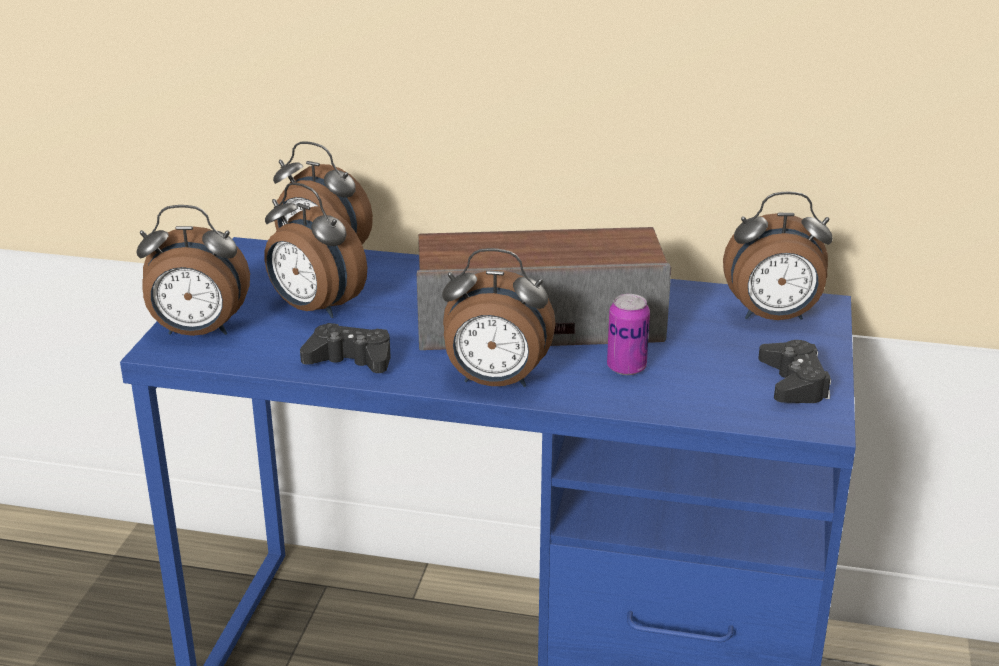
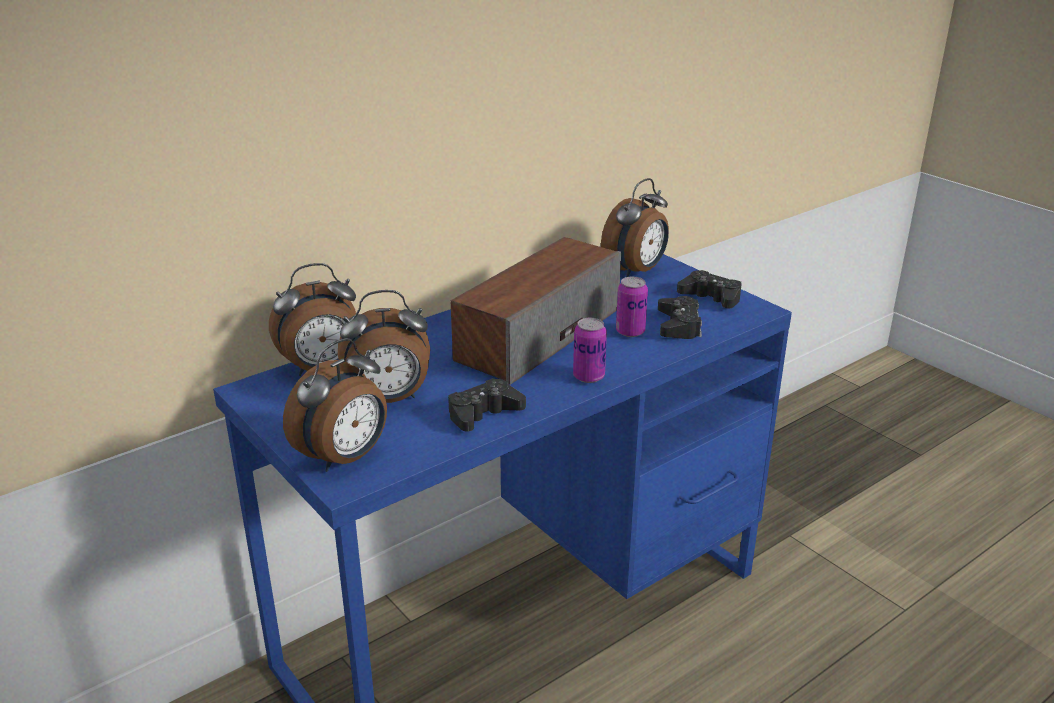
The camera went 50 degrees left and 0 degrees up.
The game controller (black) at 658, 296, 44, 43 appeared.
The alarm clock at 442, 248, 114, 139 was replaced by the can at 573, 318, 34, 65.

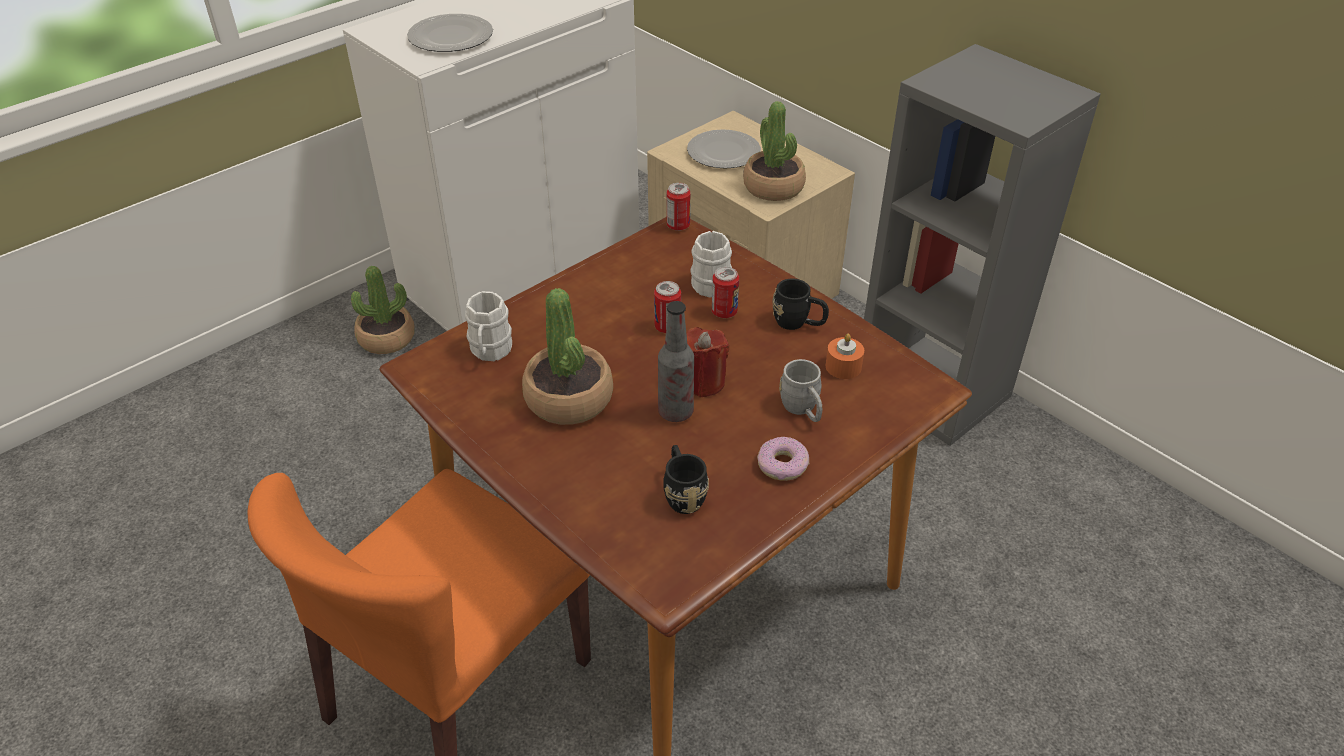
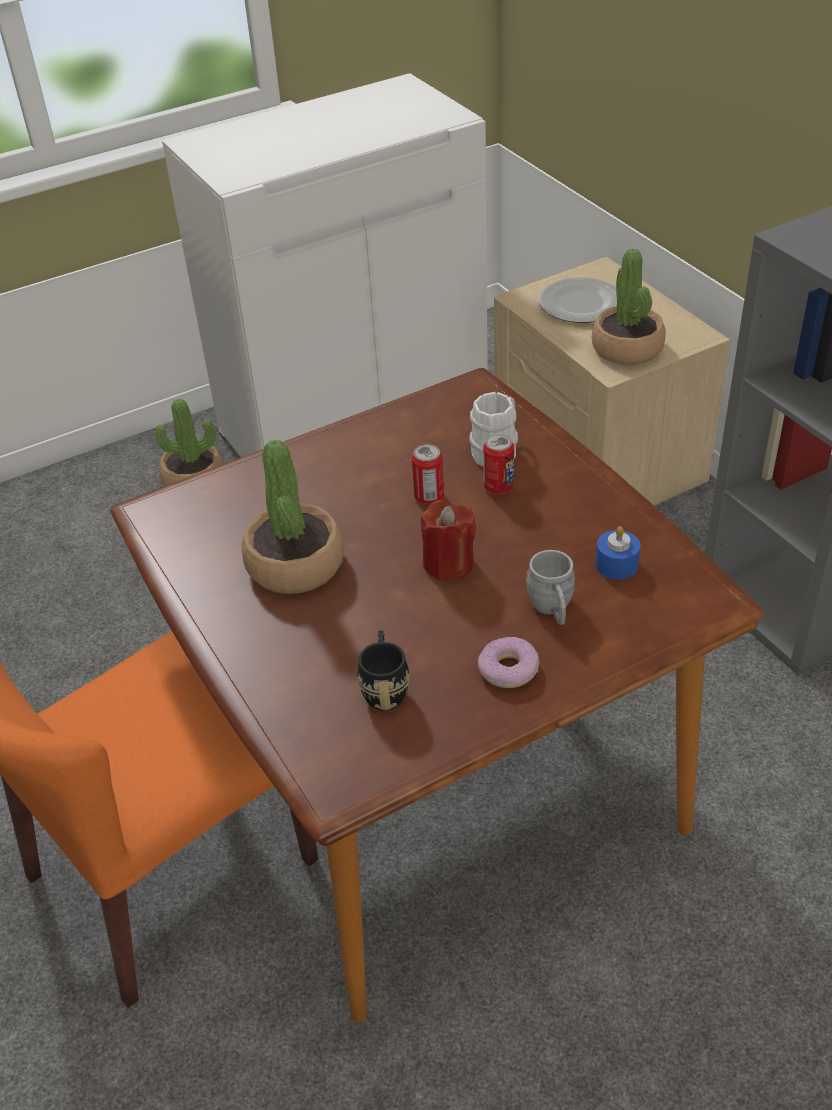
The camera went 15 degrees right and 0 degrees up.
The plate at 407, 14, 86, 38 disappeared.
The mug (white) at 465, 291, 47, 70 disappeared.
The bottle at 658, 301, 36, 121 disappeared.
The can at 667, 183, 24, 48 disappeared.
The mug (black) at 773, 279, 56, 51 disappeared.
The candle (orange) at 825, 334, 39, 45 became the candle (blue) at 595, 526, 45, 54.

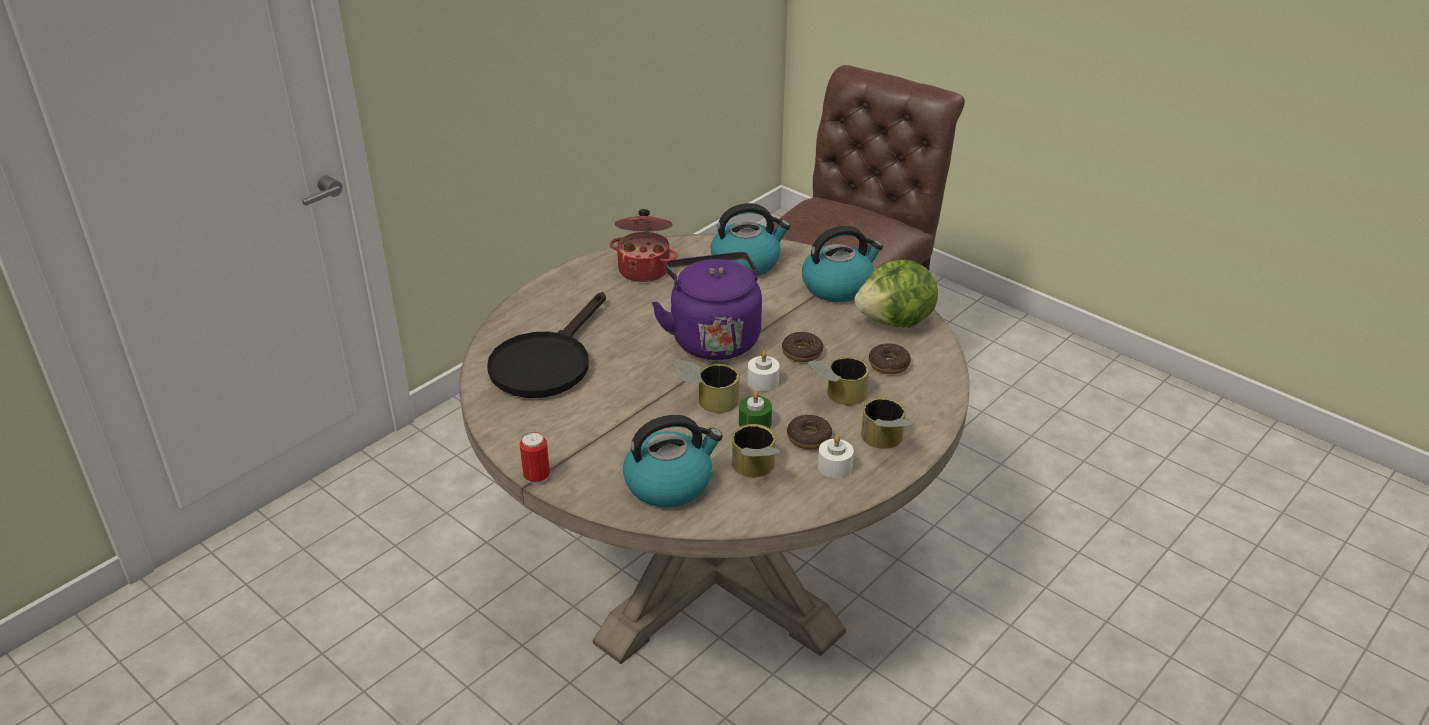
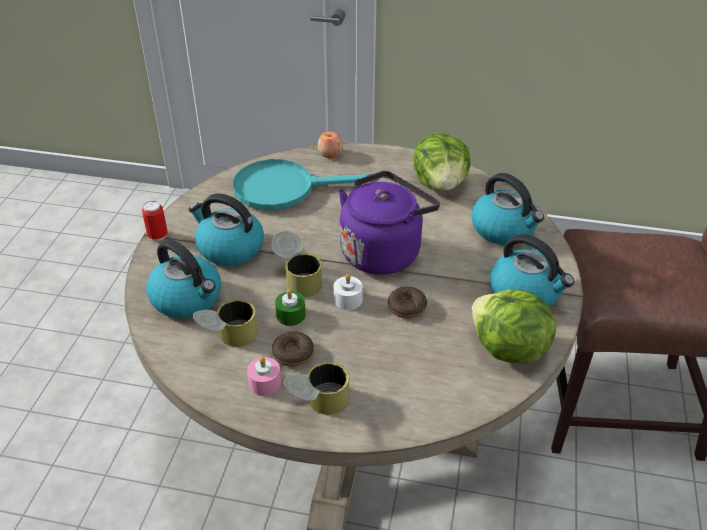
The camera went 60 degrees right and 5 degrees up.
The can at 808, 357, 62, 48 disappeared.
The donut at 869, 343, 42, 31 disappeared.
The kettle at 188, 193, 76, 73 appeared.
The apple at 318, 131, 25, 27 appeared.
The cooking pot at 610, 209, 68, 73 was replaced by the lettuce at 413, 133, 58, 58.
The frying pan (black) at 487, 292, 119, 106 became the frying pan (turquoise) at 232, 159, 147, 52.
The candle (white) at 818, 435, 36, 44 became the candle (pink) at 247, 357, 34, 39.

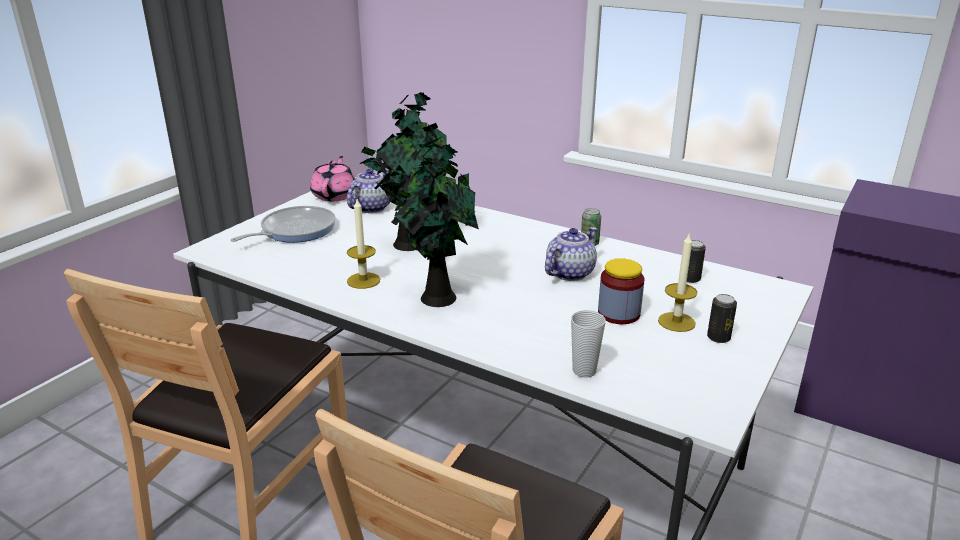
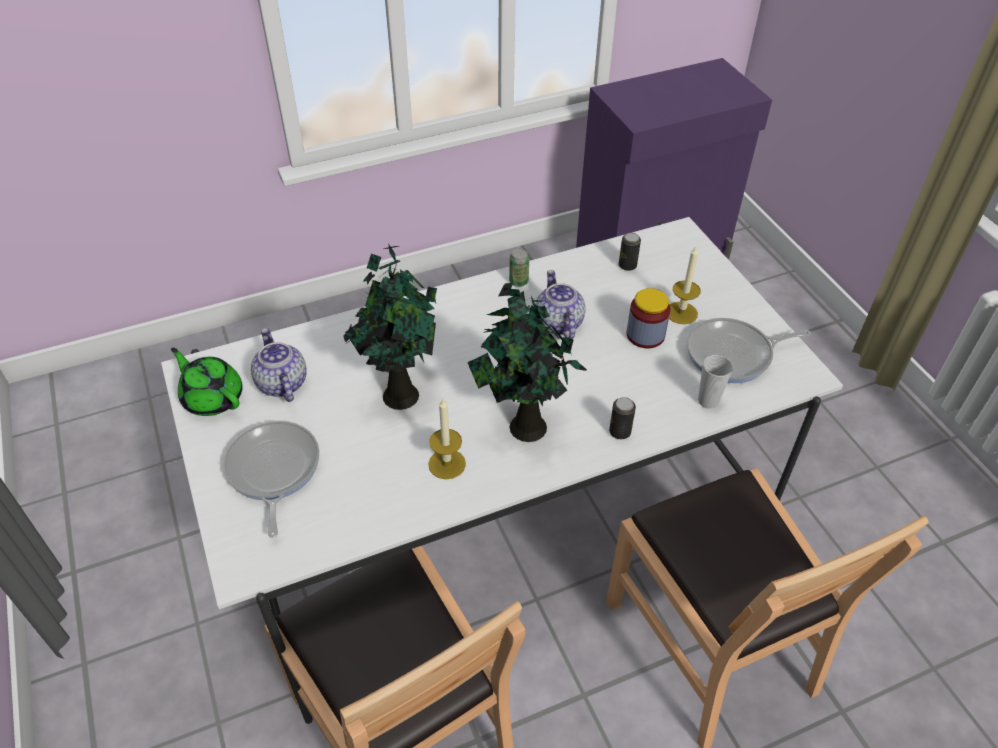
The camera went 55 degrees left and 20 degrees up.
The frying pan at 687, 318, 124, 65 appeared.
The can moved from 707, 294, 30, 49 to 609, 397, 27, 42.
The teapot (pink) at 310, 156, 45, 45 became the teapot (green) at 171, 348, 72, 68.

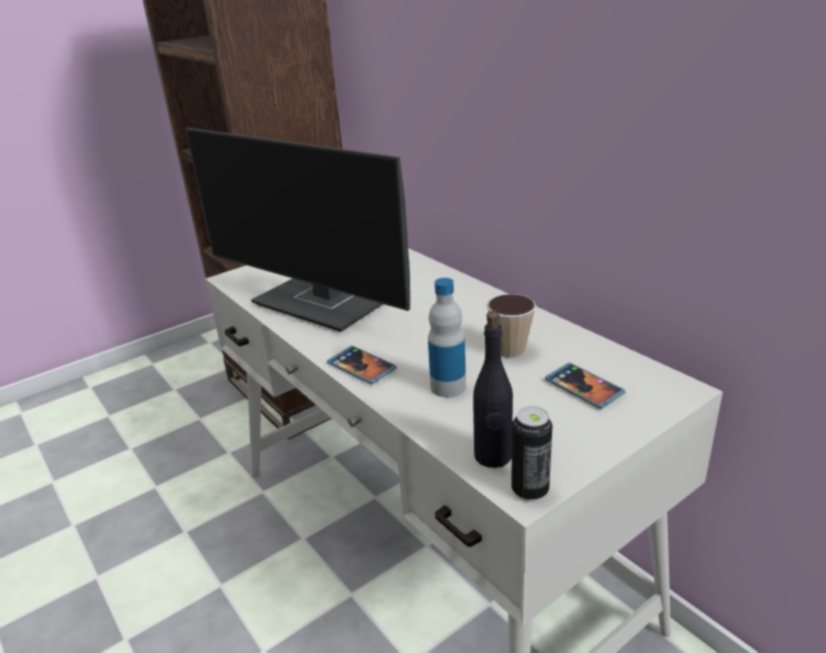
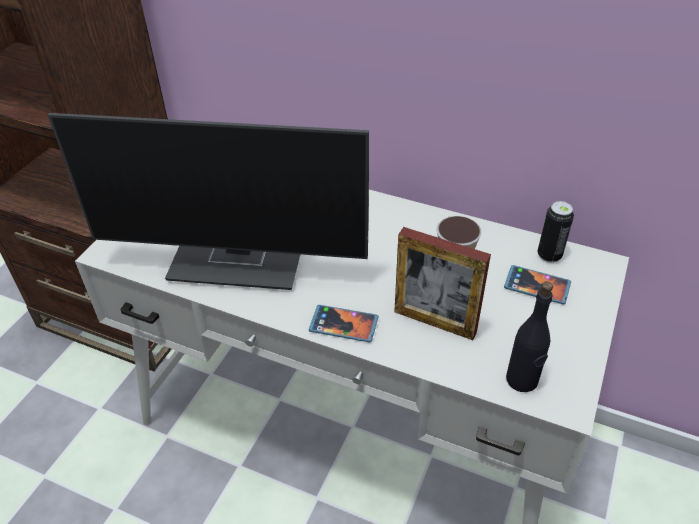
The camera went 30 degrees left and 15 degrees up.
The can moved from 511, 406, 41, 95 to 538, 201, 36, 62.
The bottle at 428, 278, 38, 119 was replaced by the picture frame at 394, 227, 97, 113.

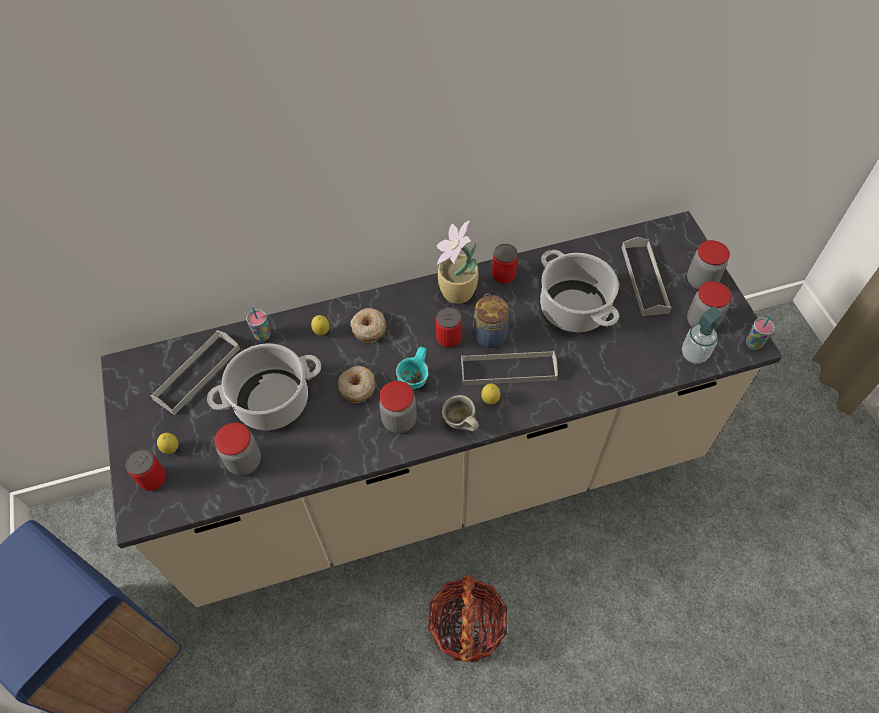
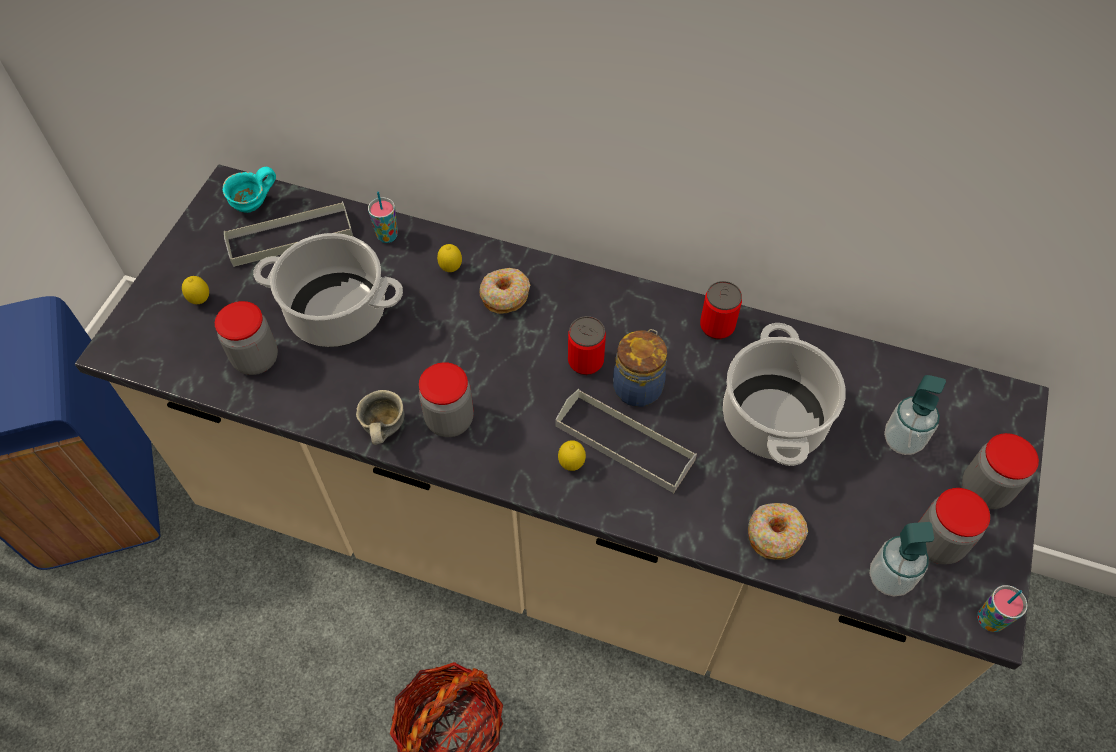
The camera went 35 degrees right and 0 degrees up.
The can at 125, 449, 41, 42 disappeared.
The potted plant at 437, 220, 41, 84 disappeared.
The donut moved from 338, 366, 37, 37 to 748, 503, 60, 57.
The mug (turquoise) moved from 396, 347, 33, 43 to 223, 167, 53, 46.
The mug (grey) moved from 442, 395, 37, 36 to 356, 390, 48, 55.
The tray (grey) at 622, 237, 49, 79 was replaced by the soap dispenser at 884, 375, 62, 80.

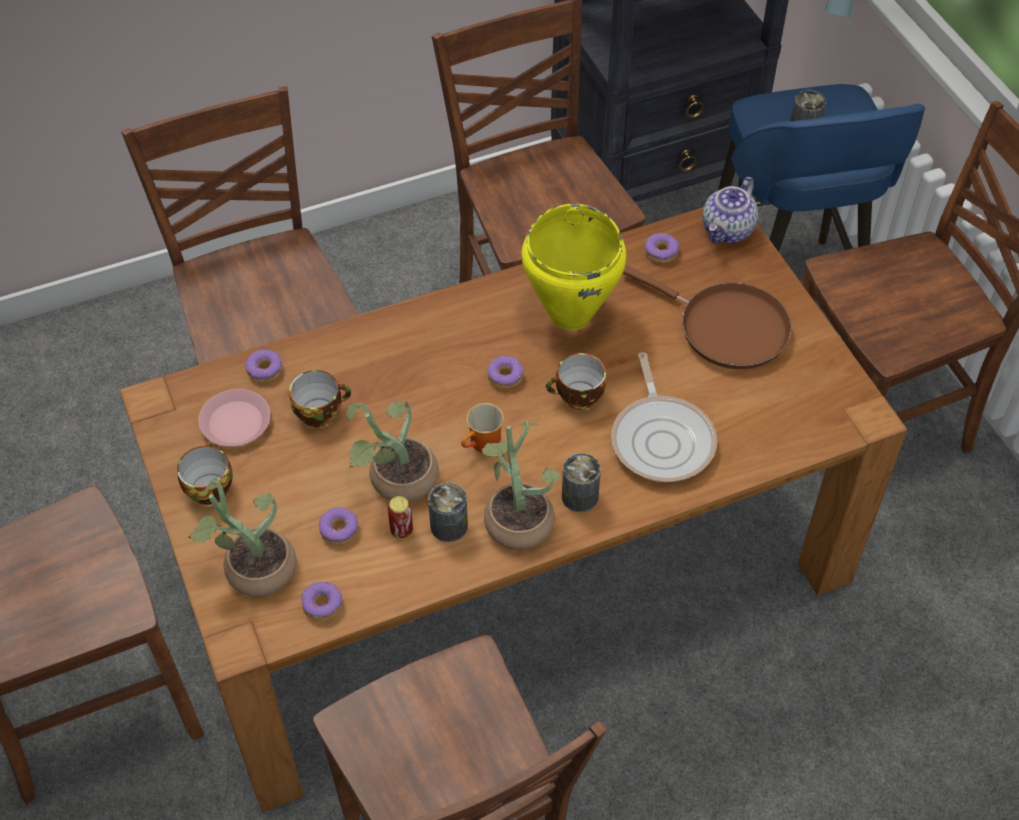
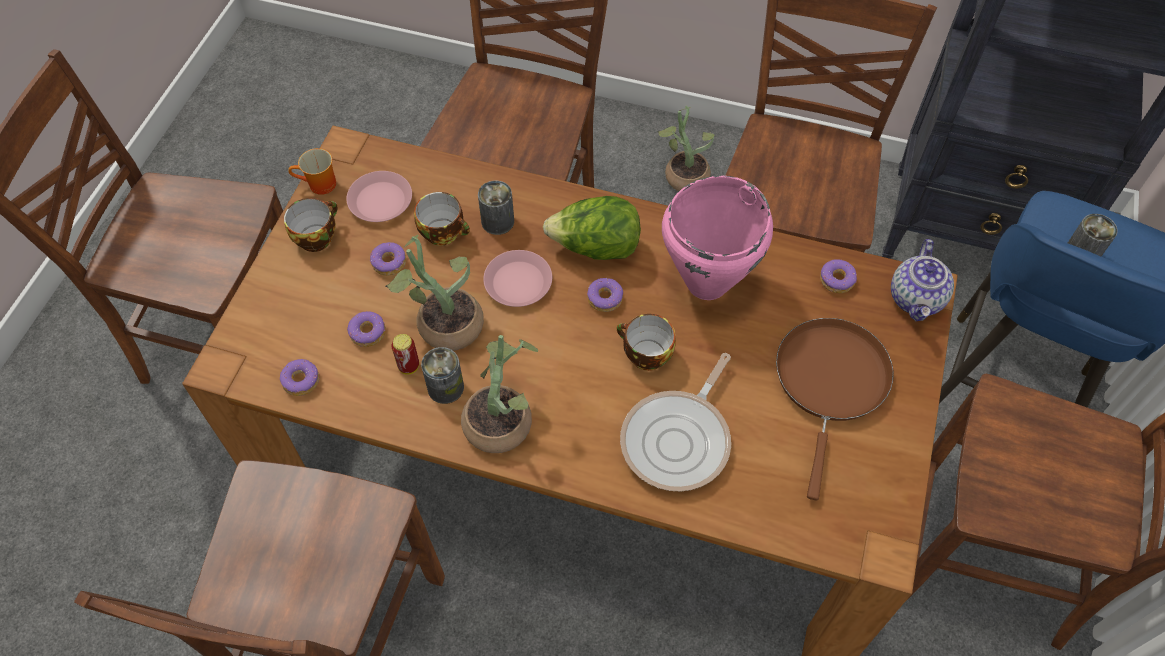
The camera went 40 degrees right and 5 degrees up.
The plate (pink) at 483, 250, 69, 57 appeared.
The lettuce at 543, 196, 98, 64 appeared.
The potted plant moved from 188, 477, 109, 120 to 657, 105, 57, 86.
The donut moved from 245, 349, 38, 34 to 370, 242, 36, 34.
The mug moved from 461, 403, 43, 50 to 288, 148, 48, 47.
The can moved from 562, 453, 39, 59 to 478, 181, 36, 54.
The cooking pot (yellow) at 522, 204, 104, 126 became the cooking pot (pink) at 662, 176, 111, 124.
The frying pan (brown) at 623, 265, 169, 104 turned 150 degrees counterclockwise.
The teapot at 703, 177, 55, 66 turned 60 degrees counterclockwise.

